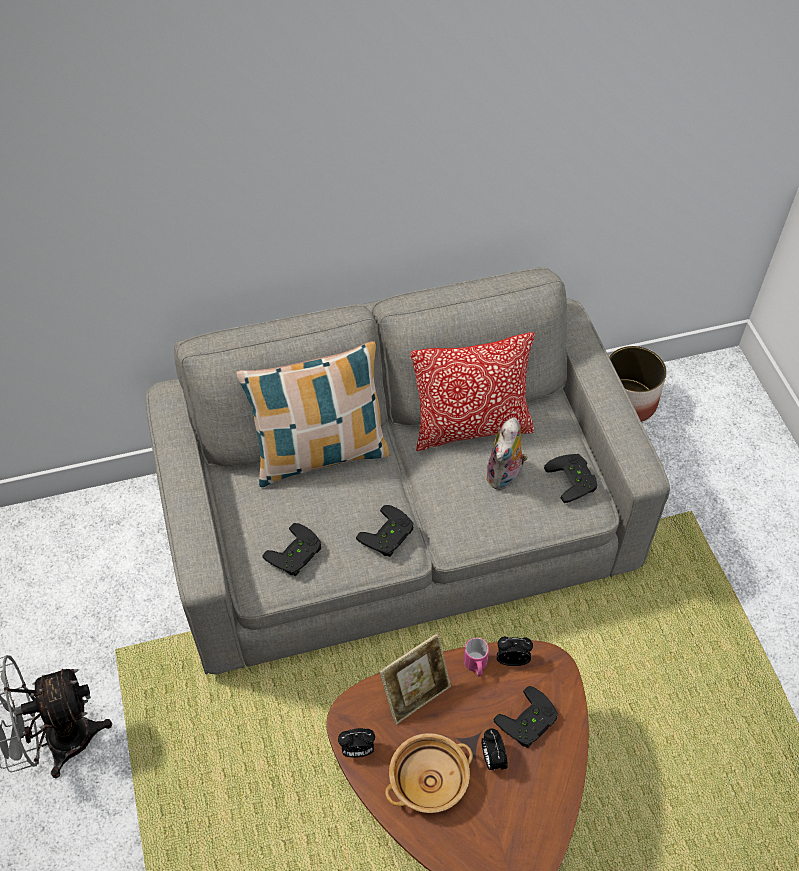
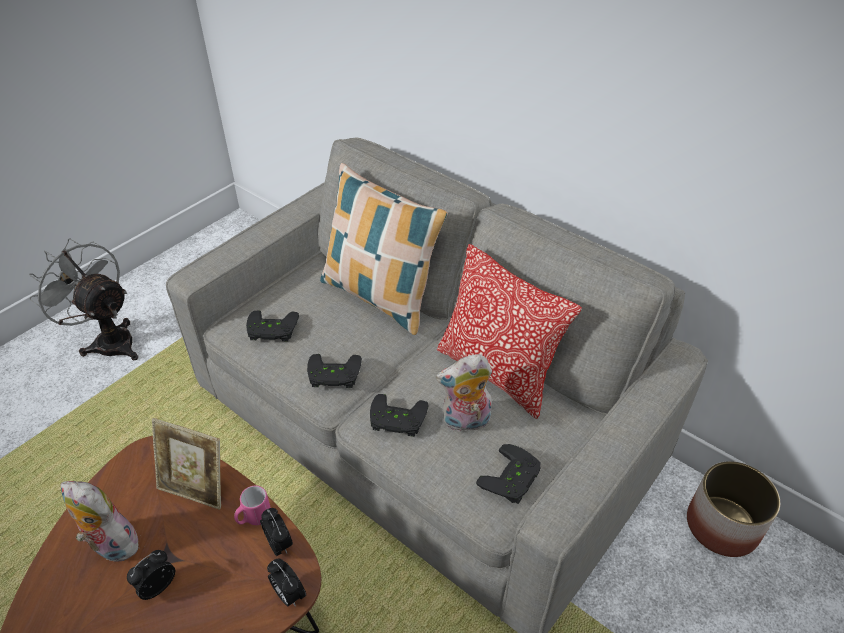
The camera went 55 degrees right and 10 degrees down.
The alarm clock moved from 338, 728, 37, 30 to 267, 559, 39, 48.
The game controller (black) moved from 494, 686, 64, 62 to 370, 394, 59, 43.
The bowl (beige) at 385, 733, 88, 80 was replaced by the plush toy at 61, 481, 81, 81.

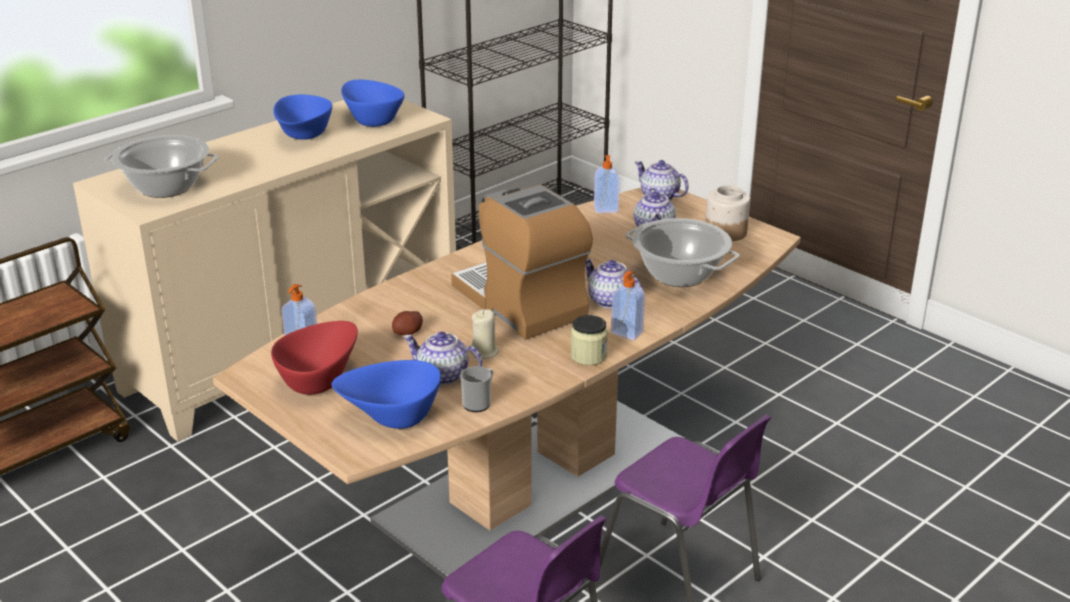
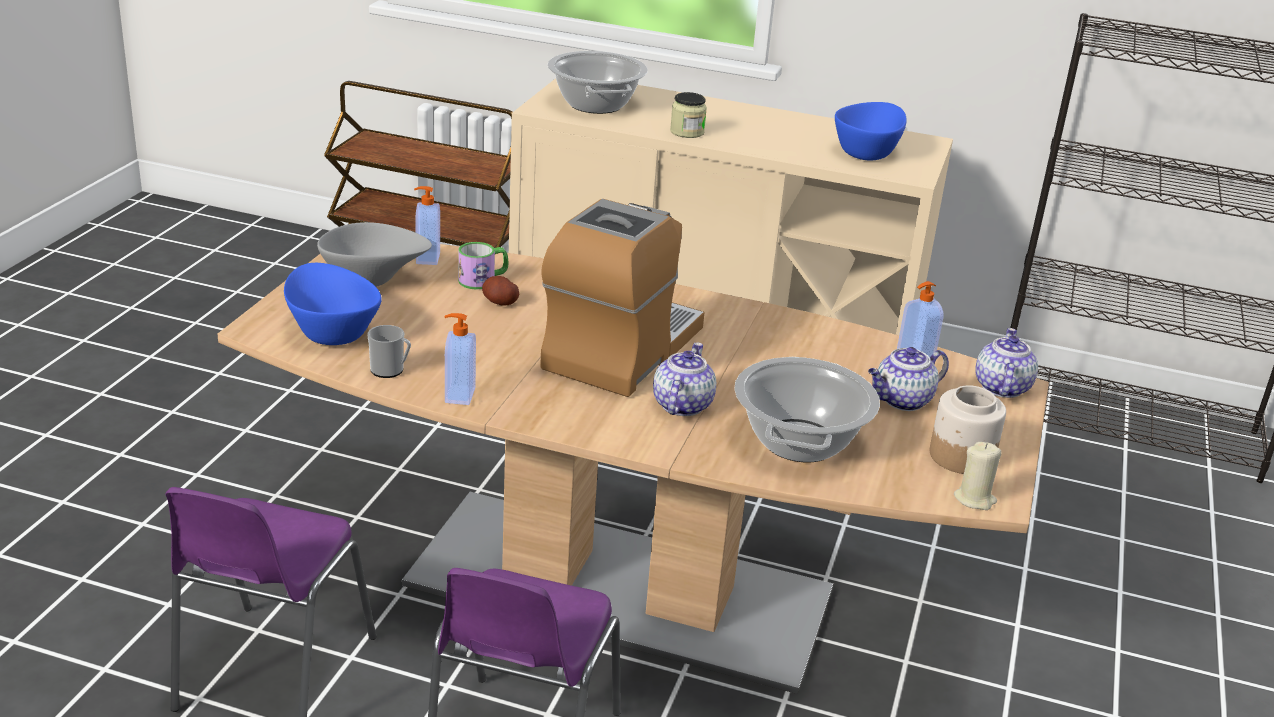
The camera went 60 degrees right and 0 degrees up.
The bowl (blue) at 273, 95, 59, 45 disappeared.
The teapot at 403, 331, 79, 54 disappeared.
The mug at 458, 242, 50, 47 appeared.
The candle (beige) moved from 470, 309, 30, 50 to 954, 442, 48, 68.
The jar moved from 570, 315, 38, 50 to 670, 92, 37, 46.
The soap dispenser moved from 611, 271, 34, 69 to 445, 313, 31, 92.
The bowl (red) at 271, 321, 87, 74 became the bowl (grey) at 317, 222, 115, 65.

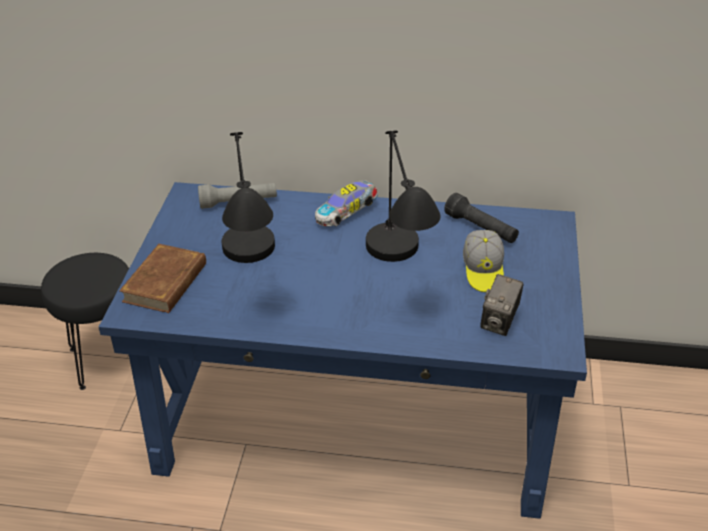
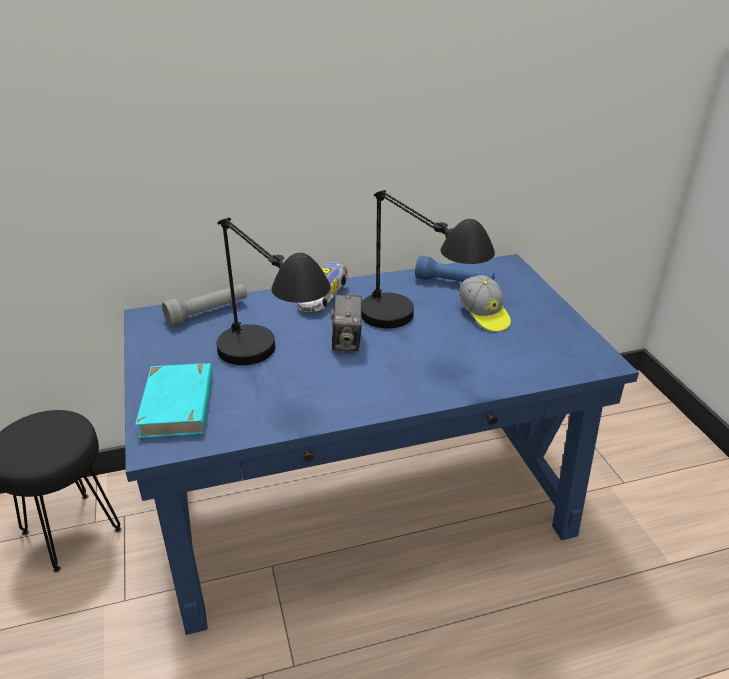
The camera went 25 degrees left and 5 degrees down.
The photo camera moved from 480, 274, 44, 62 to 331, 294, 31, 57.
The book (brown) at 119, 244, 87, 69 became the book (turquoise) at 135, 363, 78, 75.
The flashlight (black) at 444, 193, 75, 50 became the flashlight (blue) at 415, 255, 80, 27.

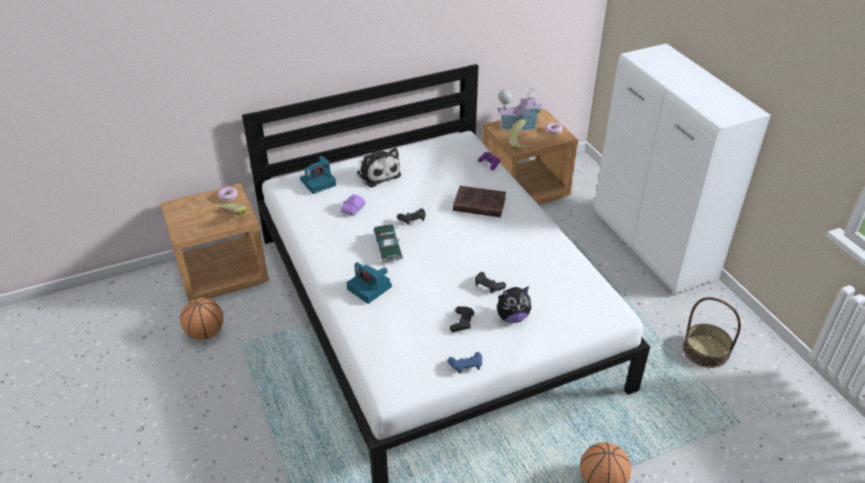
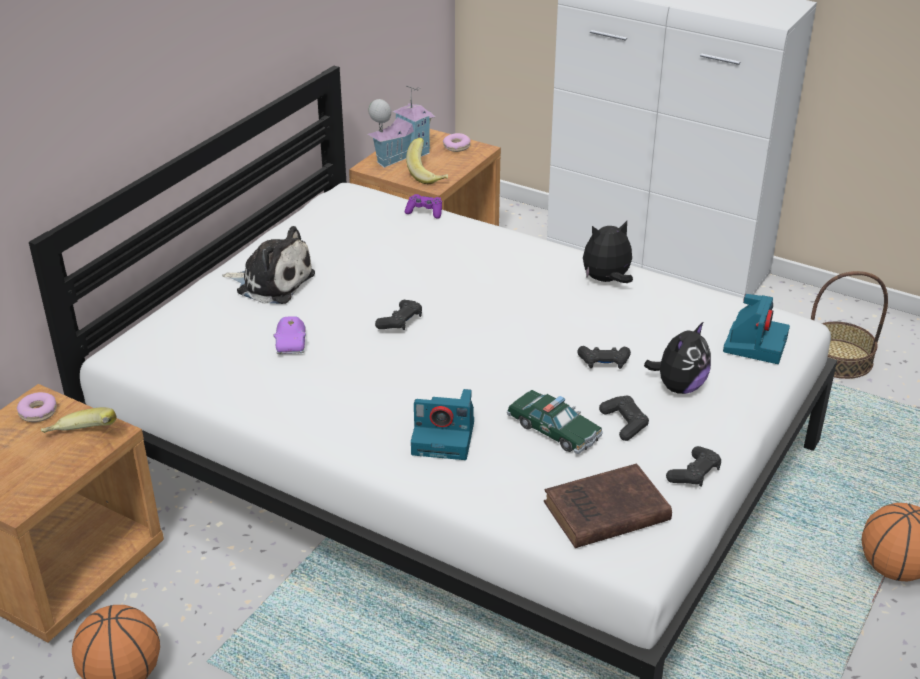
The camera went 35 degrees left and 5 degrees down.
The plush toy at 583, 221, 50, 62 appeared.
The photo camera moved from 300, 156, 36, 38 to 723, 294, 67, 70.
The toy car moved from 373, 225, 30, 37 to 507, 390, 96, 64.
The book (brown) moved from 453, 186, 53, 31 to 544, 463, 128, 85.
The game controller (blue) at 447, 352, 35, 22 became the game controller (black) at 666, 446, 55, 41.

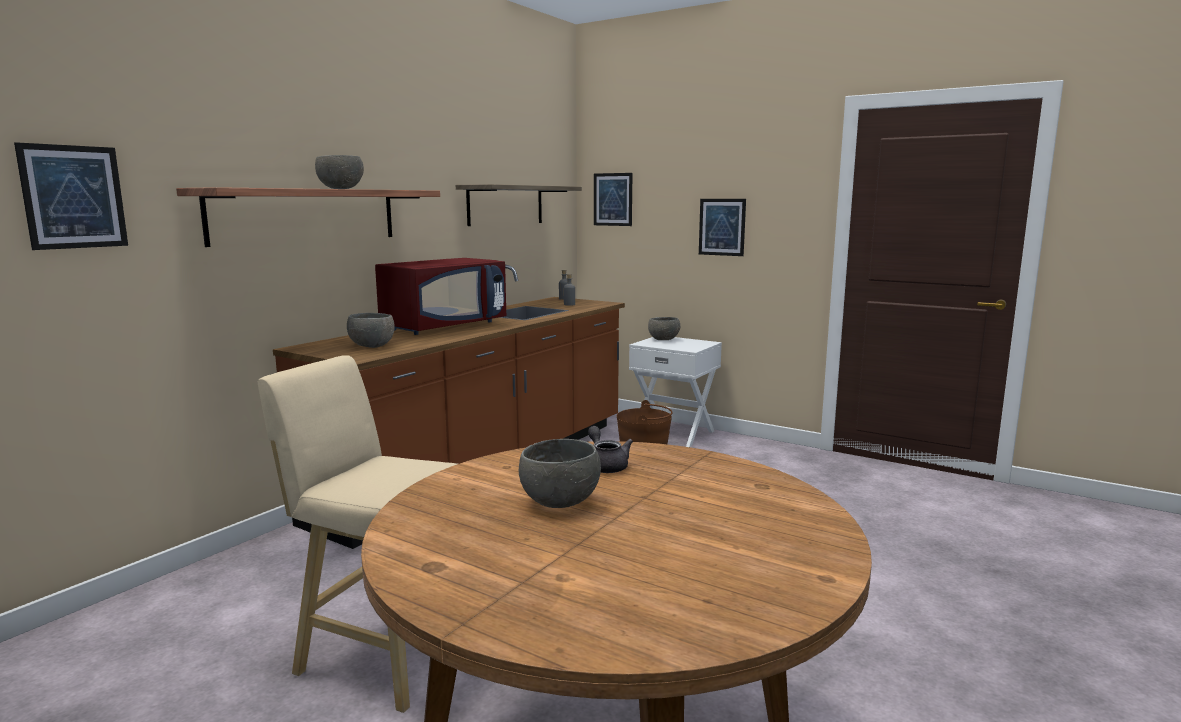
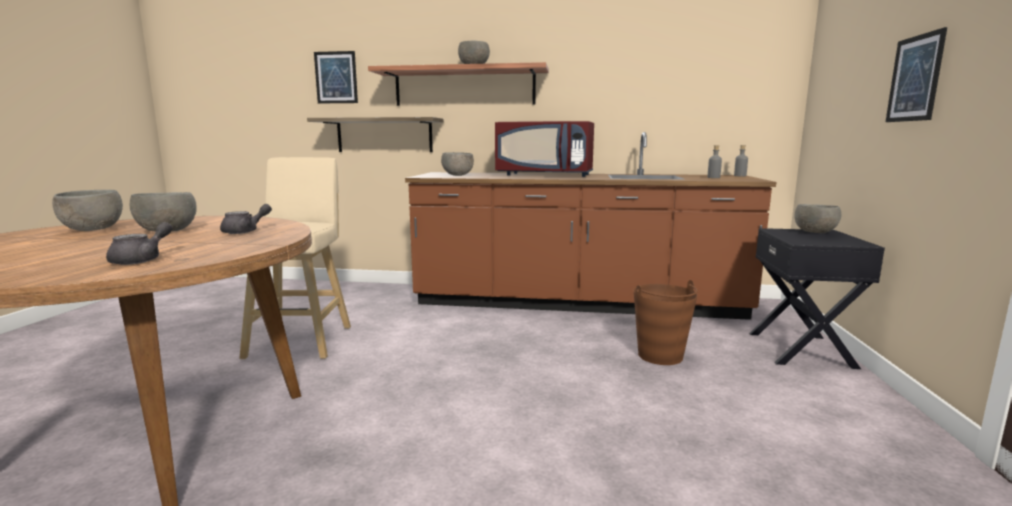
The camera went 65 degrees right and 0 degrees up.
The picture at 594, 173, 38, 53 disappeared.
The bowl (grey) at 52, 190, 71, 41 appeared.
The teapot (grey) at 106, 222, 66, 43 appeared.
The shelf moved from 456, 184, 126, 42 to 307, 117, 137, 35.
The nightstand (white) at 629, 337, 93, 110 became the nightstand (black) at 749, 228, 136, 141.

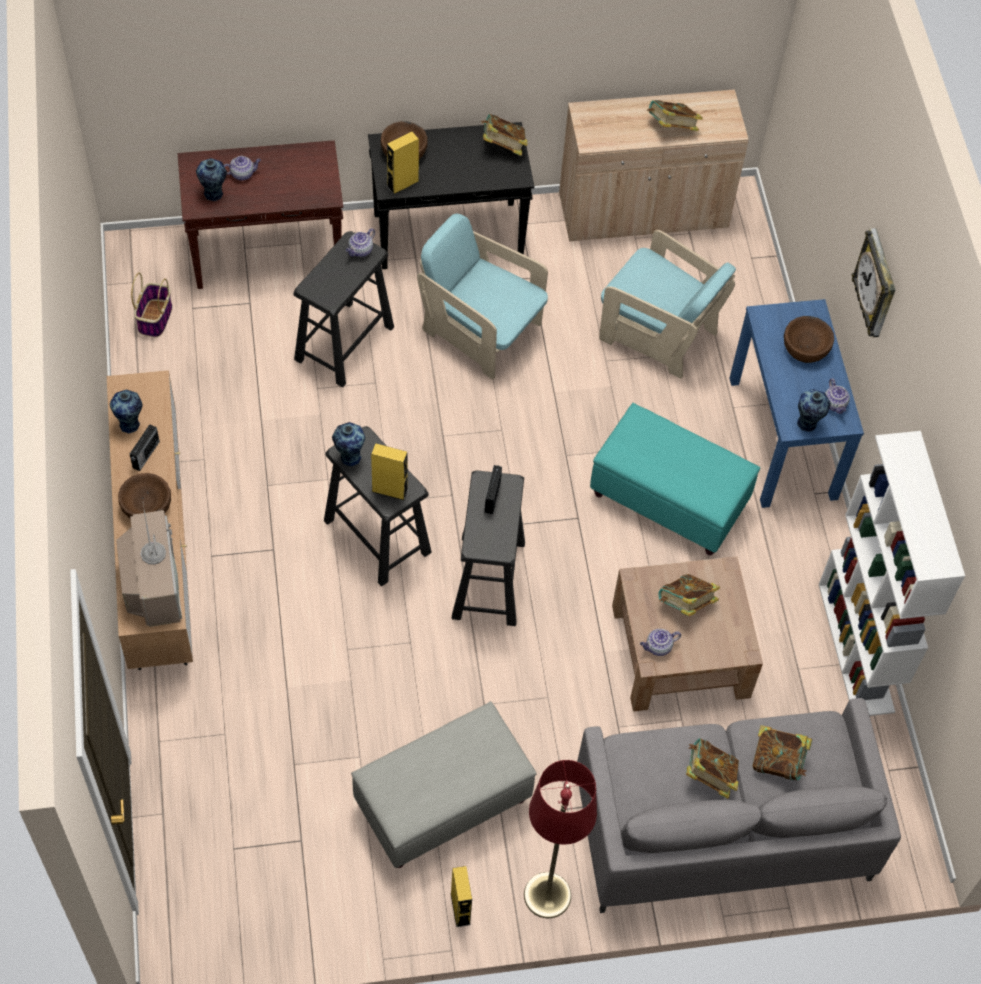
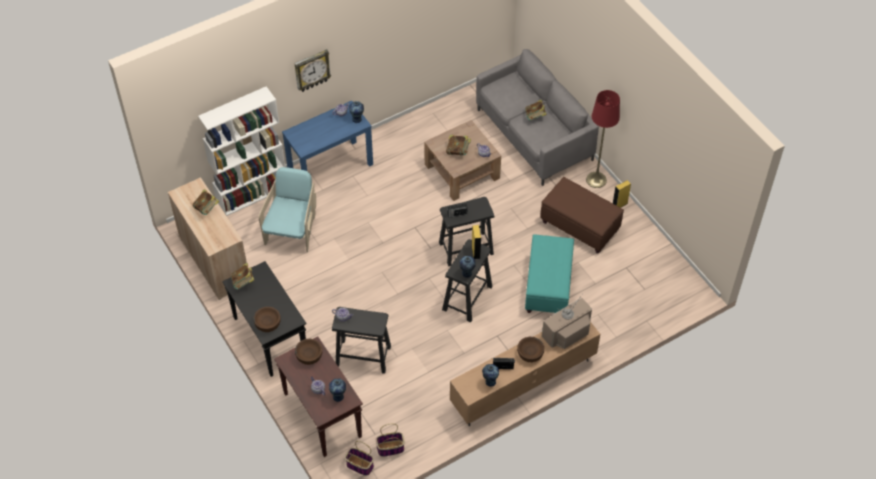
The camera went 110 degrees left and 5 degrees down.
The speaker (yellow) at 387, 131, 32, 63 disappeared.
The armchair (turquoise) at 417, 214, 131, 166 disappeared.
The book at 753, 725, 59, 55 disappeared.
The basket at 345, 441, 29, 35 appeared.
The ottoman (turquoise) moved from 590, 403, 170, 152 to 525, 235, 49, 78.
The bowl (brown) moved from 784, 316, 50, 47 to 295, 339, 27, 26.
The bookcase (white) moved from 819, 431, 146, 285 to 198, 86, 87, 130.
The ottoman (grey) at 351, 701, 185, 167 became the ottoman (brown) at 540, 177, 84, 77.

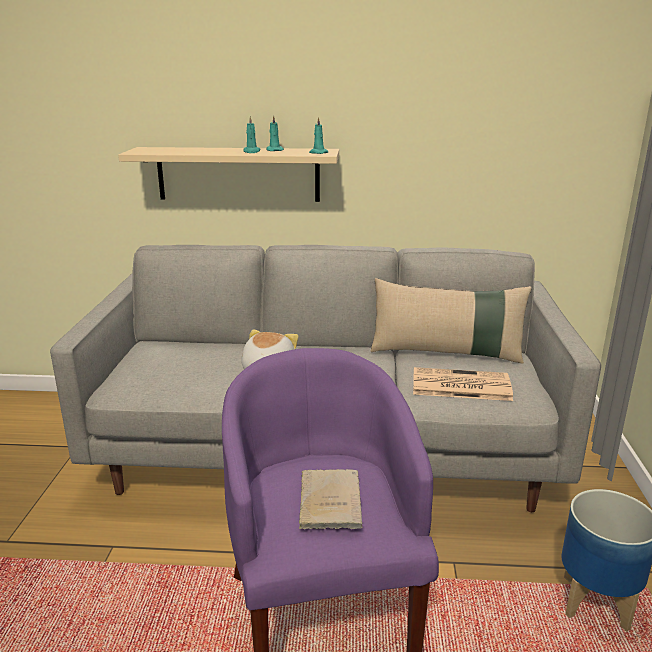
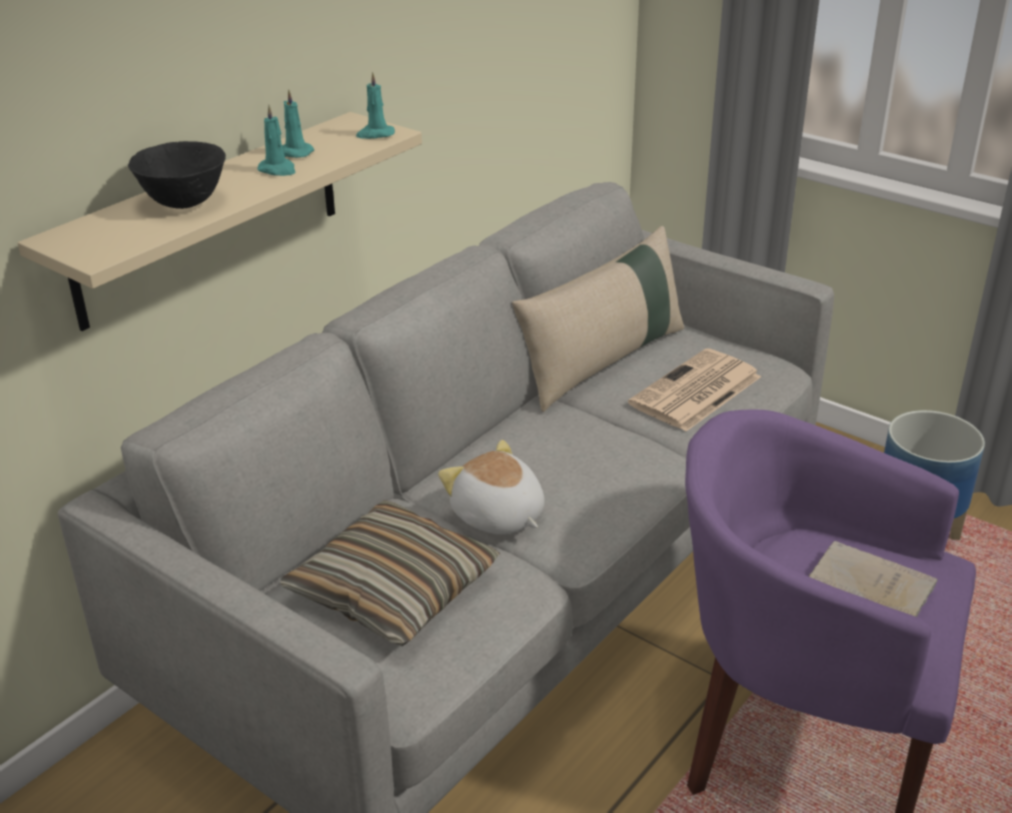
The camera went 55 degrees left and 10 degrees up.
The bowl (black) at 128, 141, 98, 68 appeared.
The pillow at 280, 500, 220, 146 appeared.

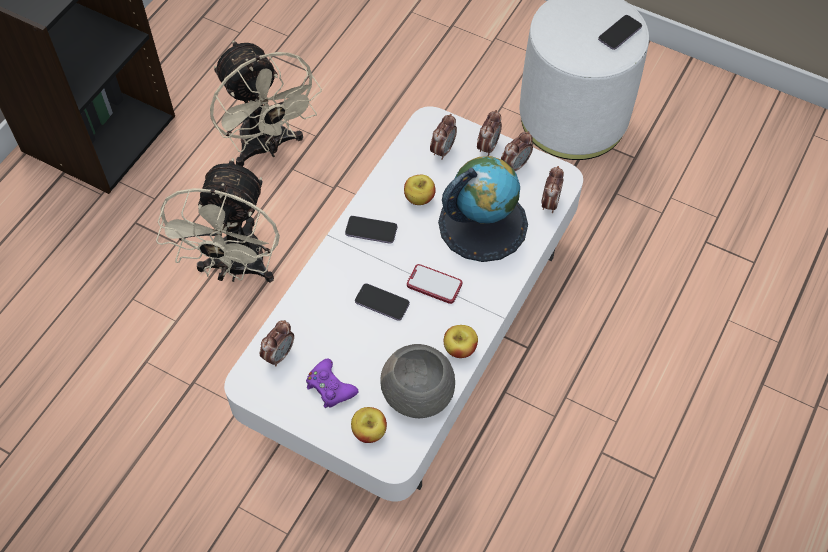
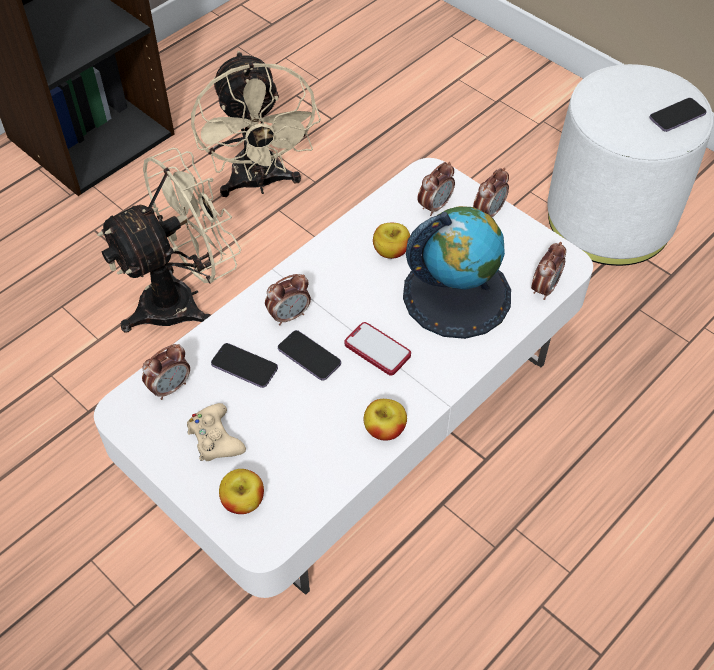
The camera went 15 degrees right and 5 degrees down.
The bowl (grey) at 380, 344, 75, 74 disappeared.
The phone moved from 345, 216, 52, 28 to 211, 343, 67, 45.
The alarm clock moved from 501, 131, 32, 40 to 265, 274, 46, 52.
The game controller (purple) at 306, 358, 53, 50 became the game controller (beige) at 187, 403, 59, 58.
The fan (beige) at 156, 158, 124, 124 turned 150 degrees counterclockwise.

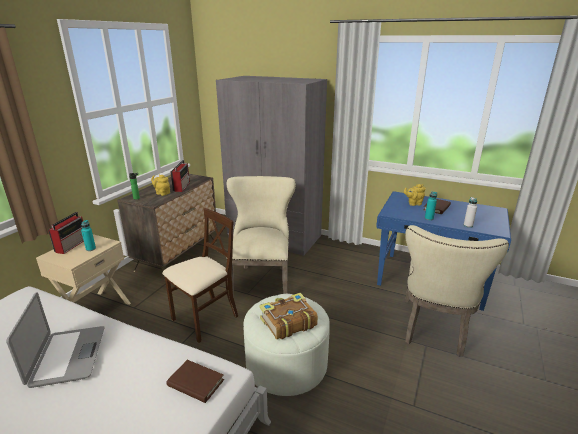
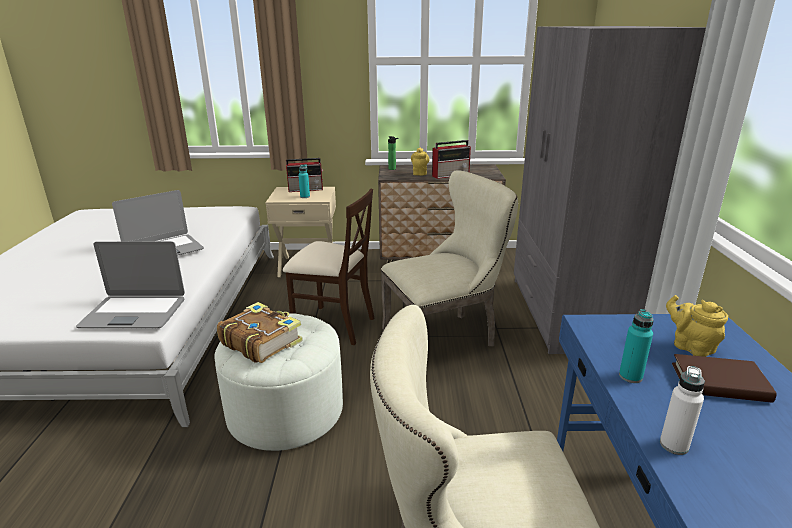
The camera went 65 degrees right and 0 degrees up.
The book (brown) at 167, 360, 57, 43 was replaced by the laptop at 76, 241, 109, 87.

